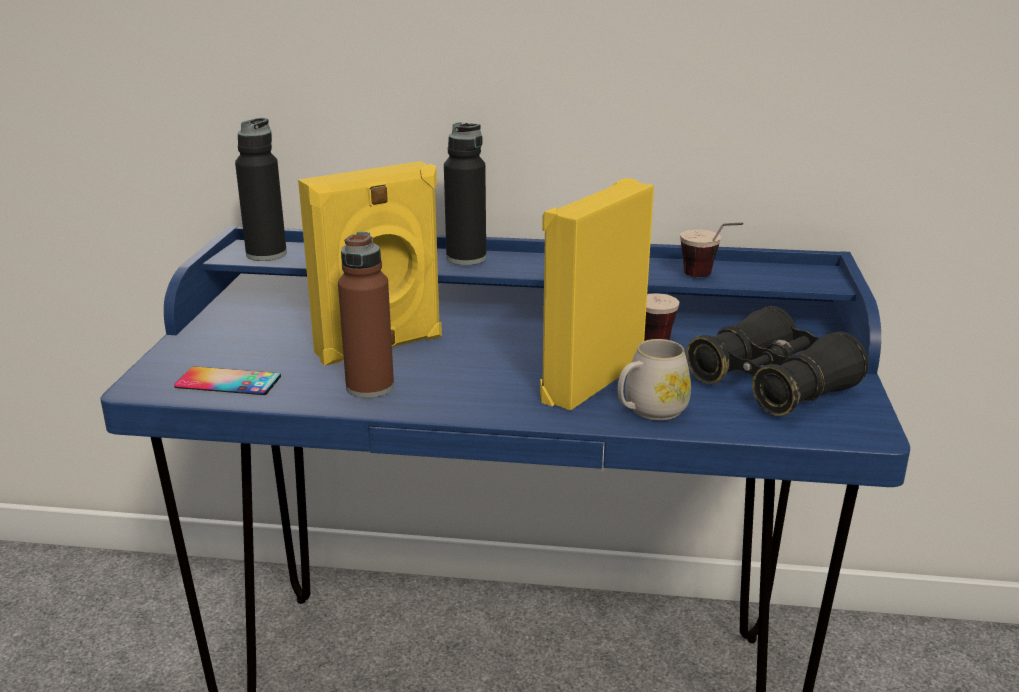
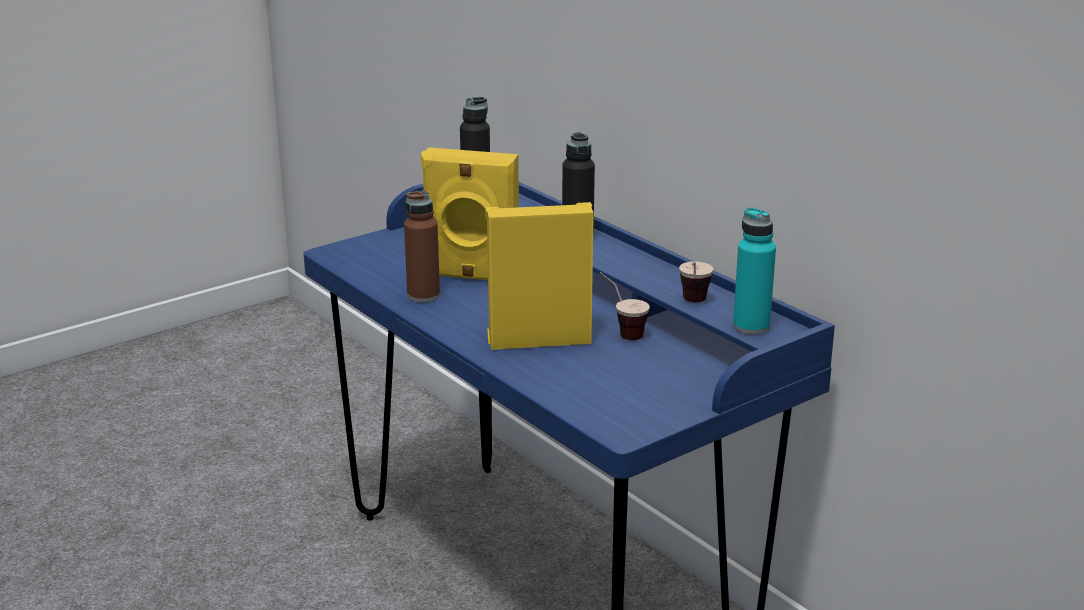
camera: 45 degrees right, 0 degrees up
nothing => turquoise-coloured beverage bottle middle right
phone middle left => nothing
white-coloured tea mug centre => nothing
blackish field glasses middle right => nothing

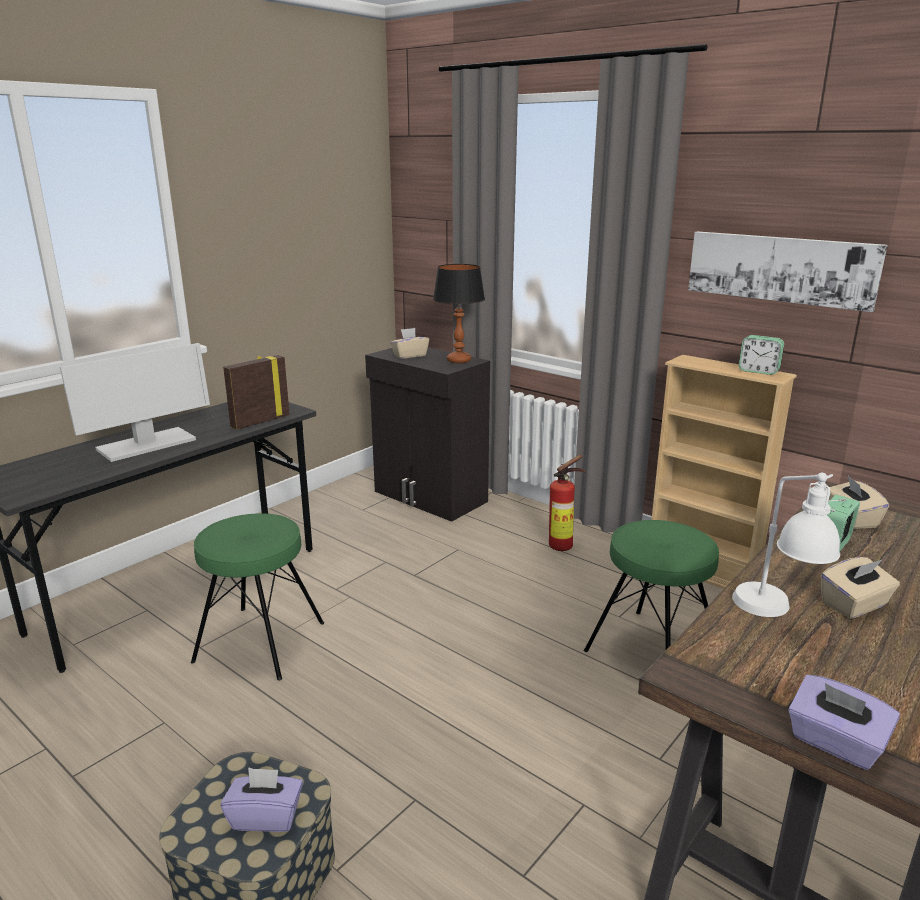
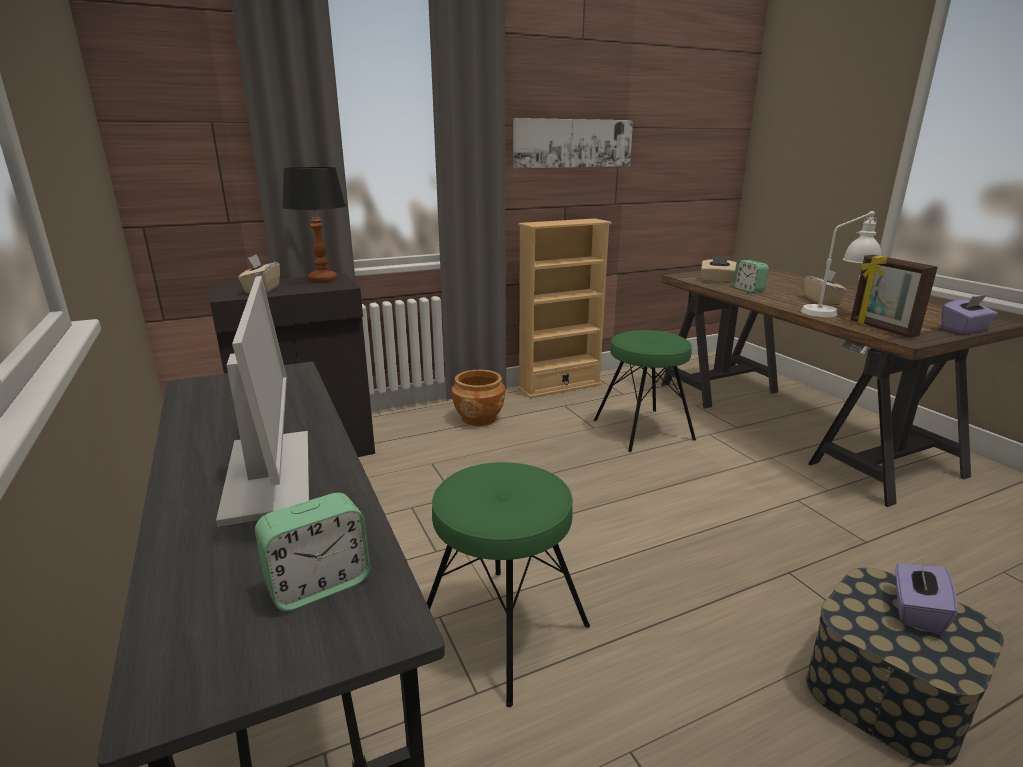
camera: 65 degrees left, 0 degrees up
bedside clock (no. 1 from left) middle right => bedside clock (no. 1 from left) bottom left, relocated
extinguisher centre => brown-coloured planter centre
picture frame middle left => picture frame middle right, relocated

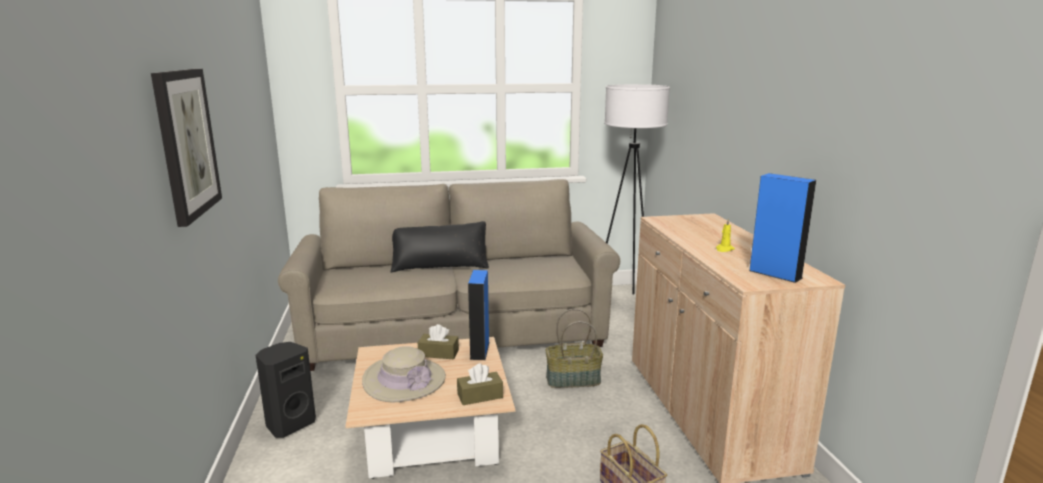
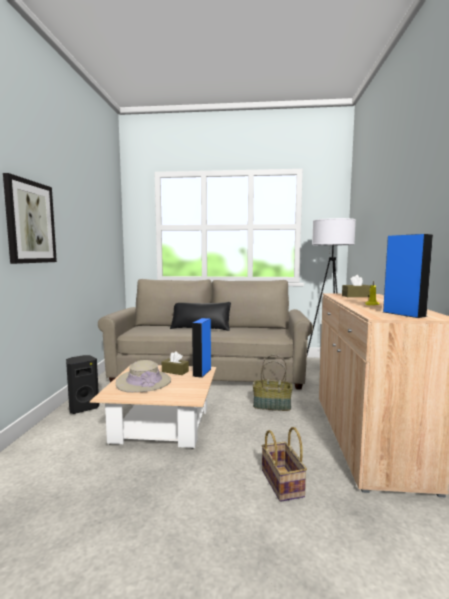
camera: 15 degrees right, 10 degrees down
brown-coloured tissue box (no. 2 from left) bottom centre => brown-coloured tissue box (no. 2 from left) middle right, relocated

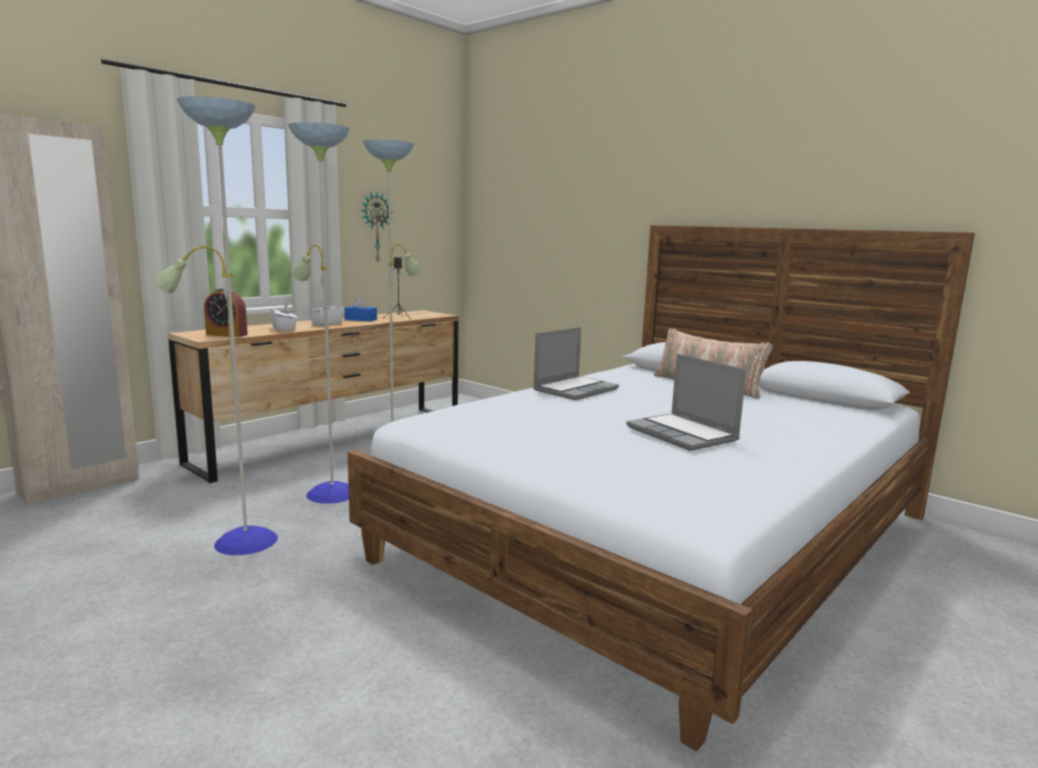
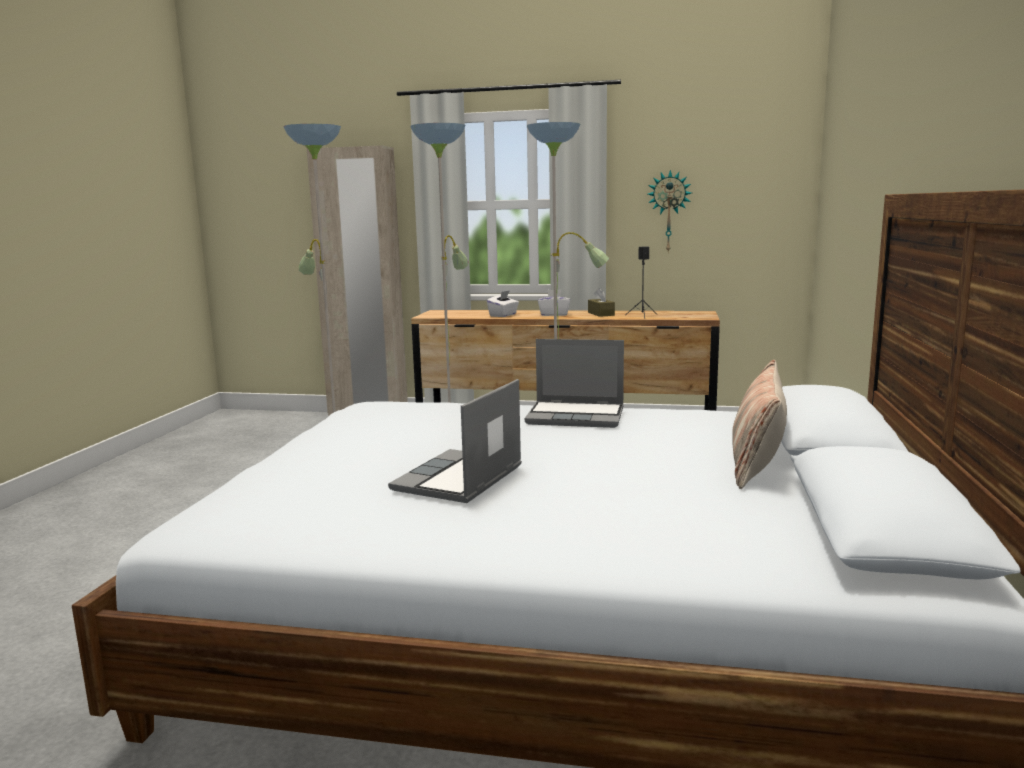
camera: 60 degrees right, 0 degrees up
blue-coloured tissue box centre => brown-coloured tissue box centre
bedside clock middle left => nothing

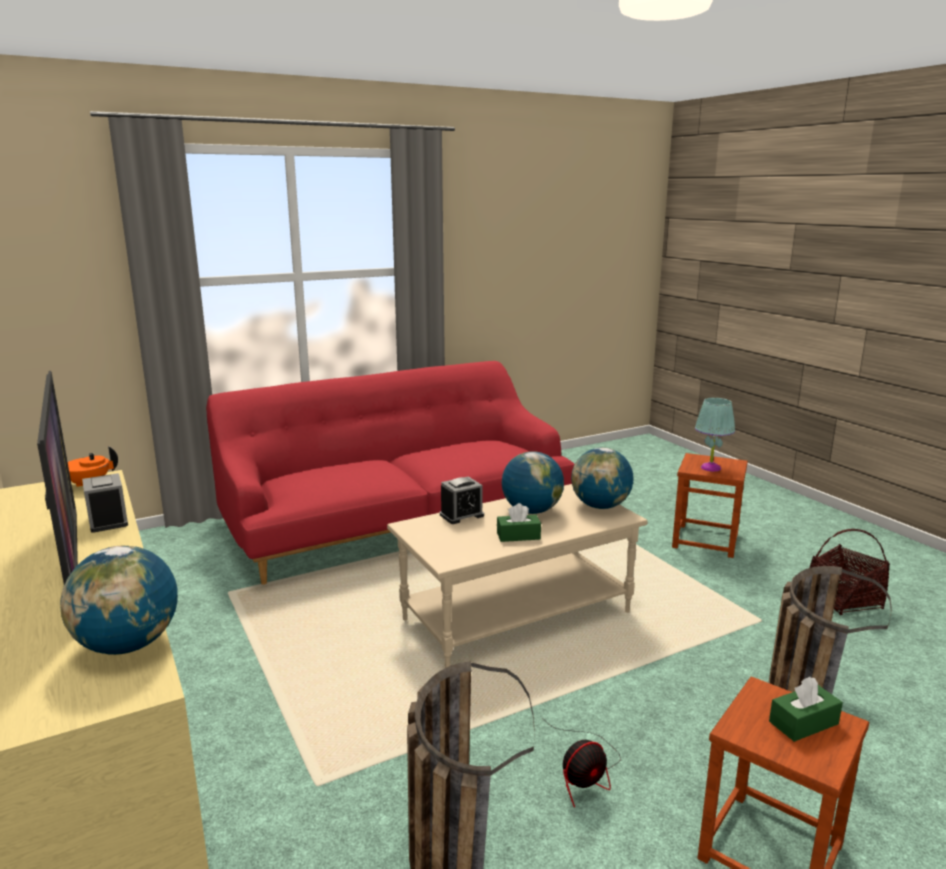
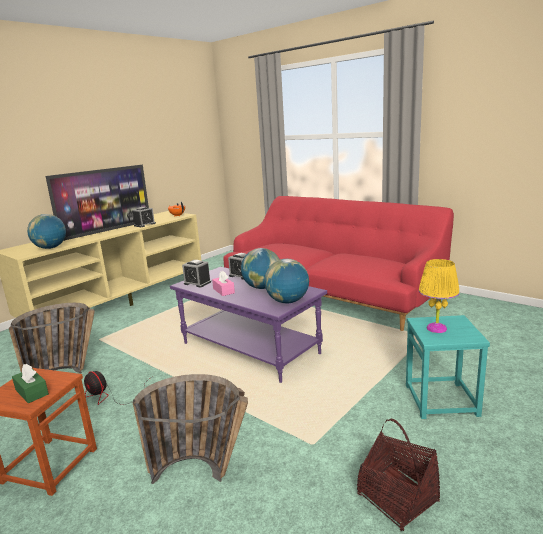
camera: 70 degrees right, 0 degrees up
beige-coloured lounge table centre => purple lounge table centre
nothing => bedside clock (no. 2 from left) centre
green-coloured tissue box (no. 1 from left) centre => pink tissue box centre
brown-coloured sitting stool (no. 1 from left) middle right => turquoise-coloured sitting stool bottom right
turquoise-coloured lamp for a table middle right => yellow-coloured lamp for a table middle right

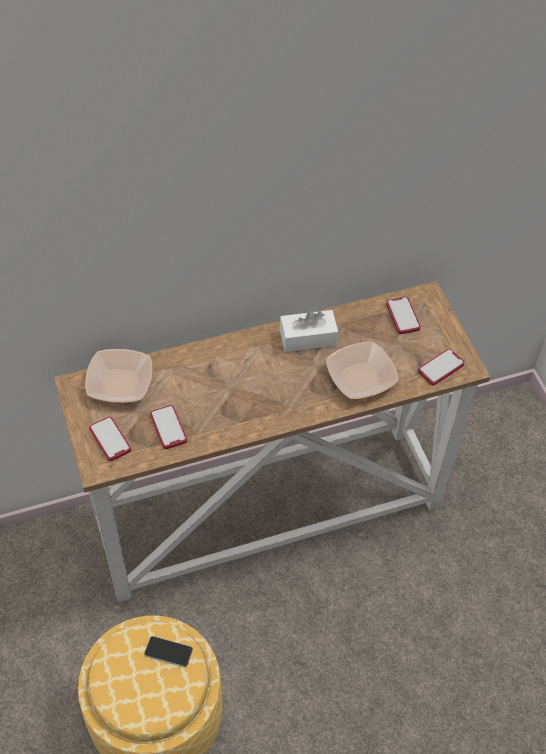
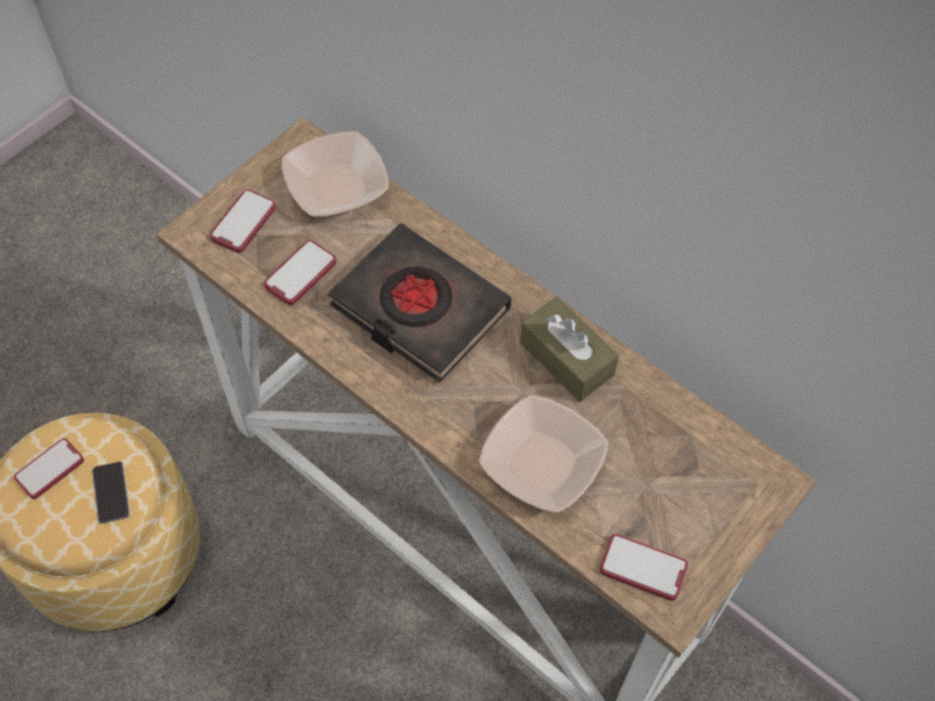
camera: 60 degrees right, 5 degrees up
phone (no. 4 from left in the first image) middle right => phone (no. 1 from left) bottom left, relocated
nothing => blackish book centre
white-coloured tissue box centre => brown-coloured tissue box centre

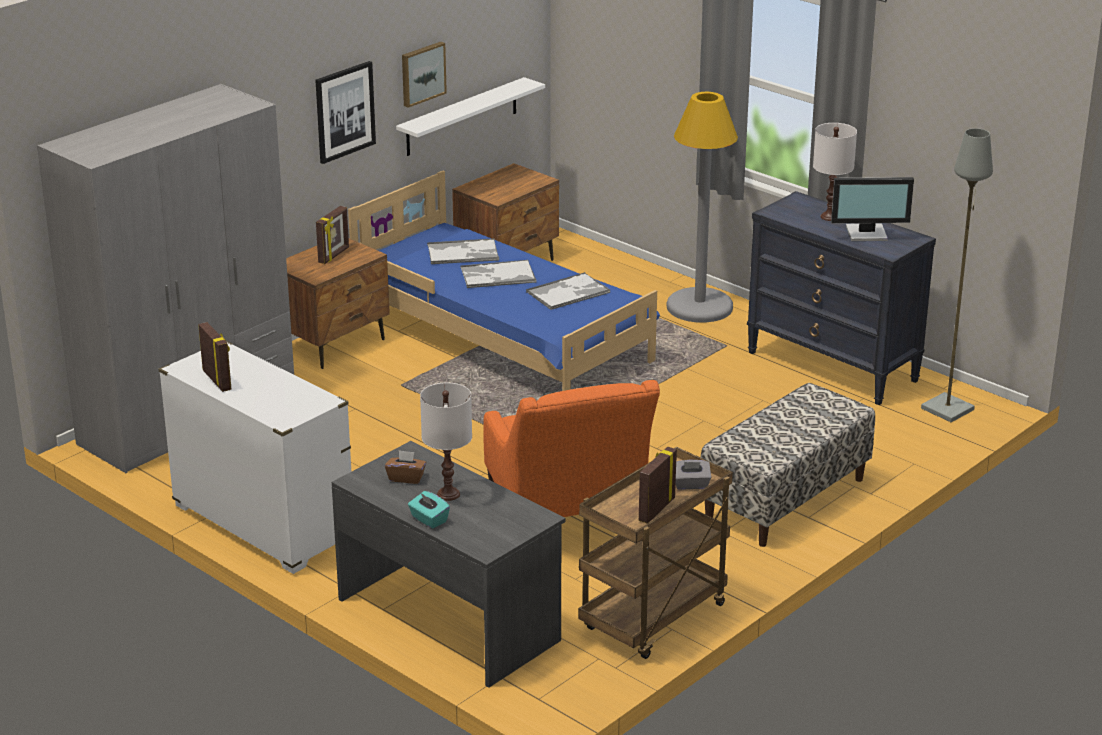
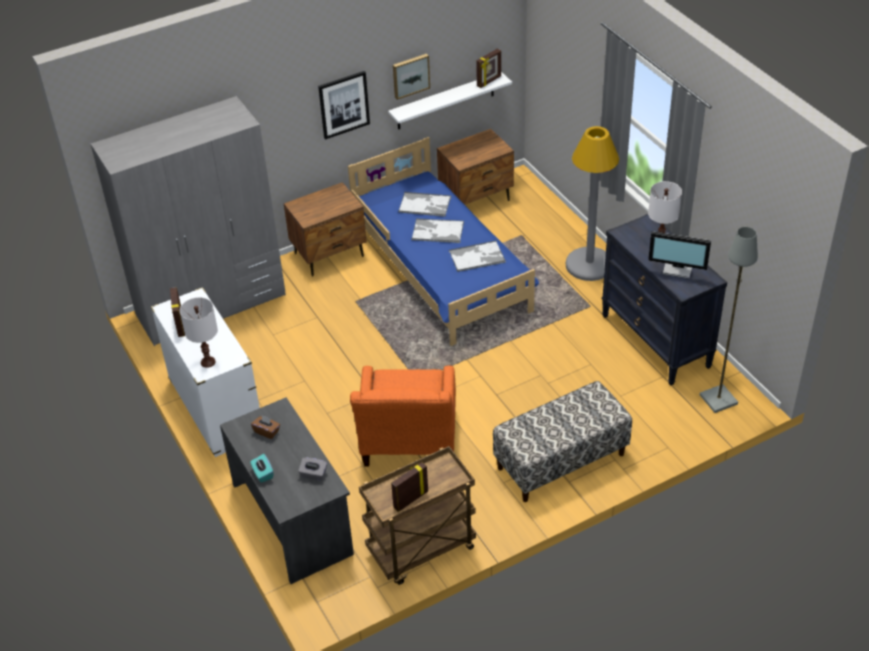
camera: 20 degrees right, 15 degrees up
white-coloured lamp for a table (no. 1 from left) centre => white-coloured lamp for a table (no. 1 from left) middle left, relocated
greyish tissue box centre => greyish tissue box bottom centre, relocated
picture frame (no. 2 from left in the first image) top left => picture frame (no. 3 from left) top centre, relocated

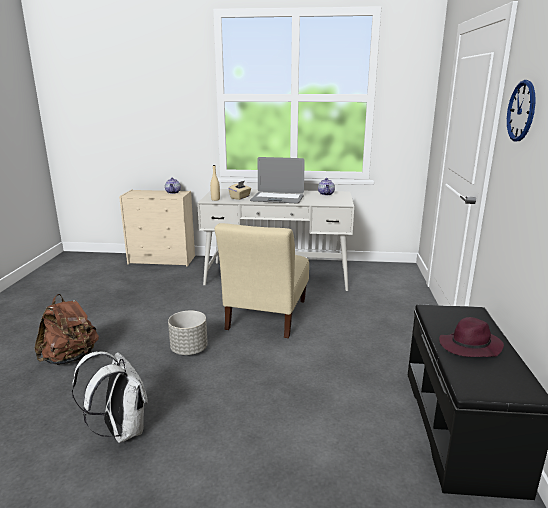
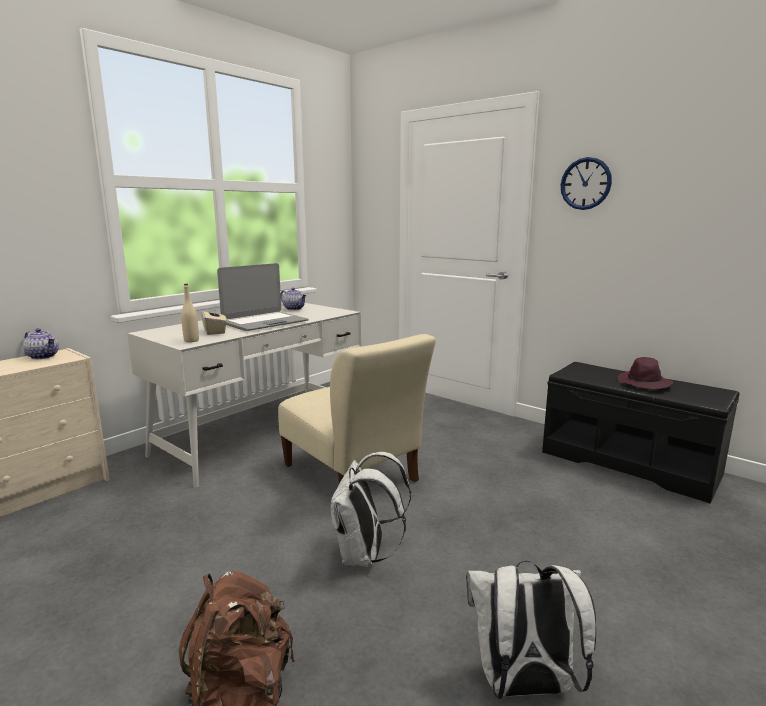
camera: 55 degrees left, 5 degrees down
greyish planter centre => white-coloured knapsack (no. 1 from left) bottom centre

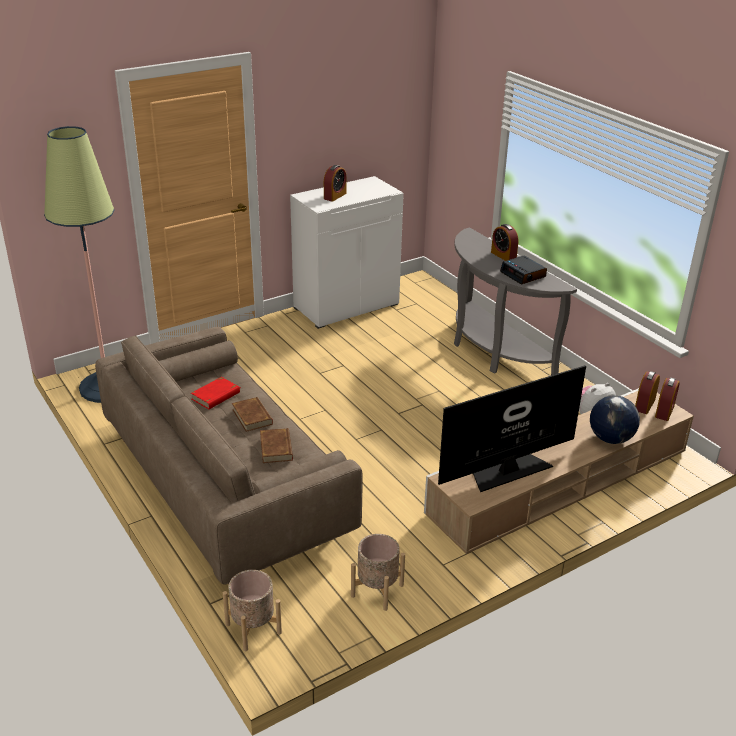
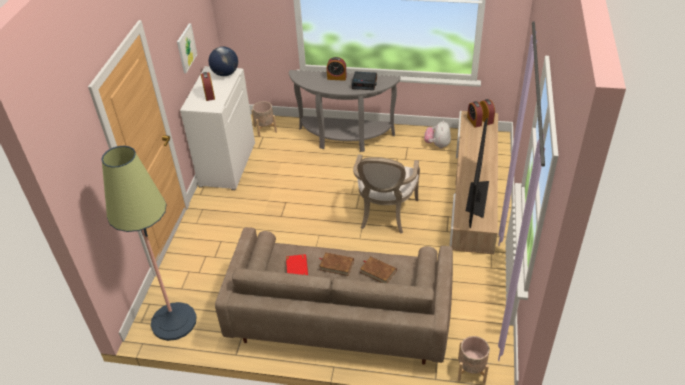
camera: 45 degrees left, 10 degrees up
nothing => picture top left
desk globe middle right => desk globe top left, relocated
beige-coloured planter (no. 2 from left in the first image) bottom centre => beige-coloured planter (no. 1 from left) top centre, relocated
nothing => lounge chair centre

